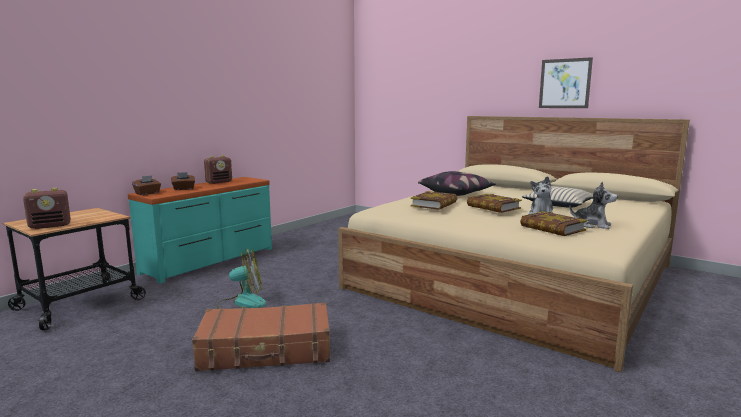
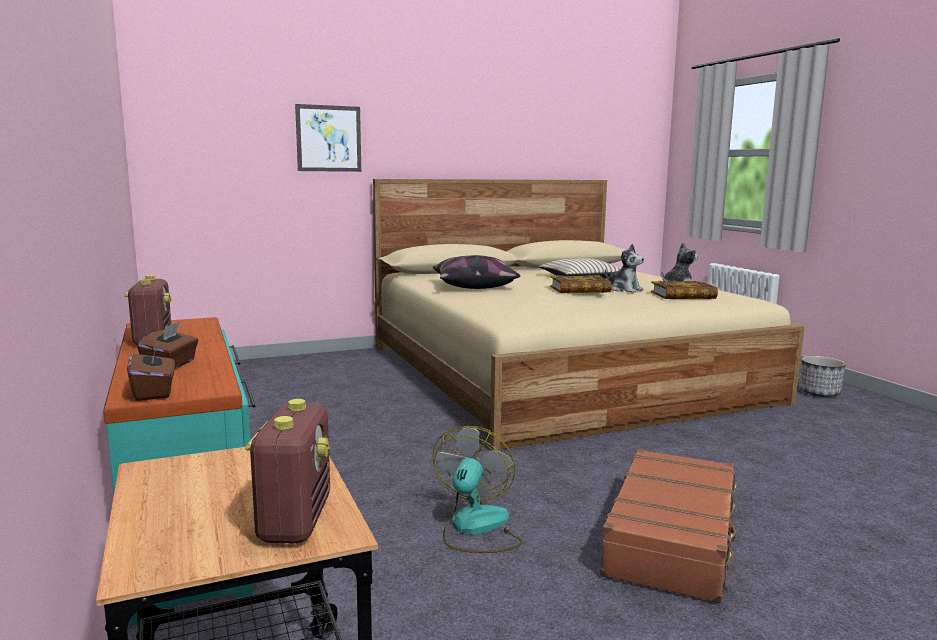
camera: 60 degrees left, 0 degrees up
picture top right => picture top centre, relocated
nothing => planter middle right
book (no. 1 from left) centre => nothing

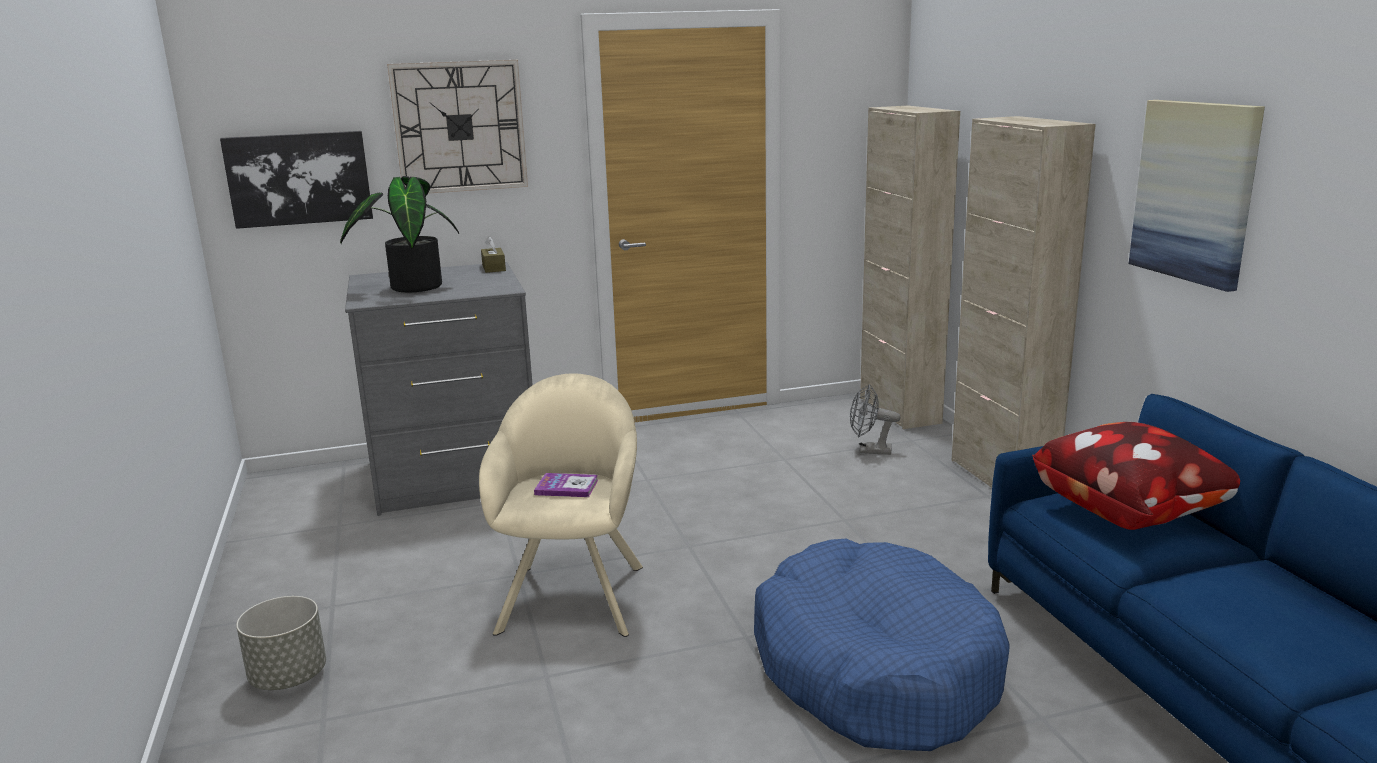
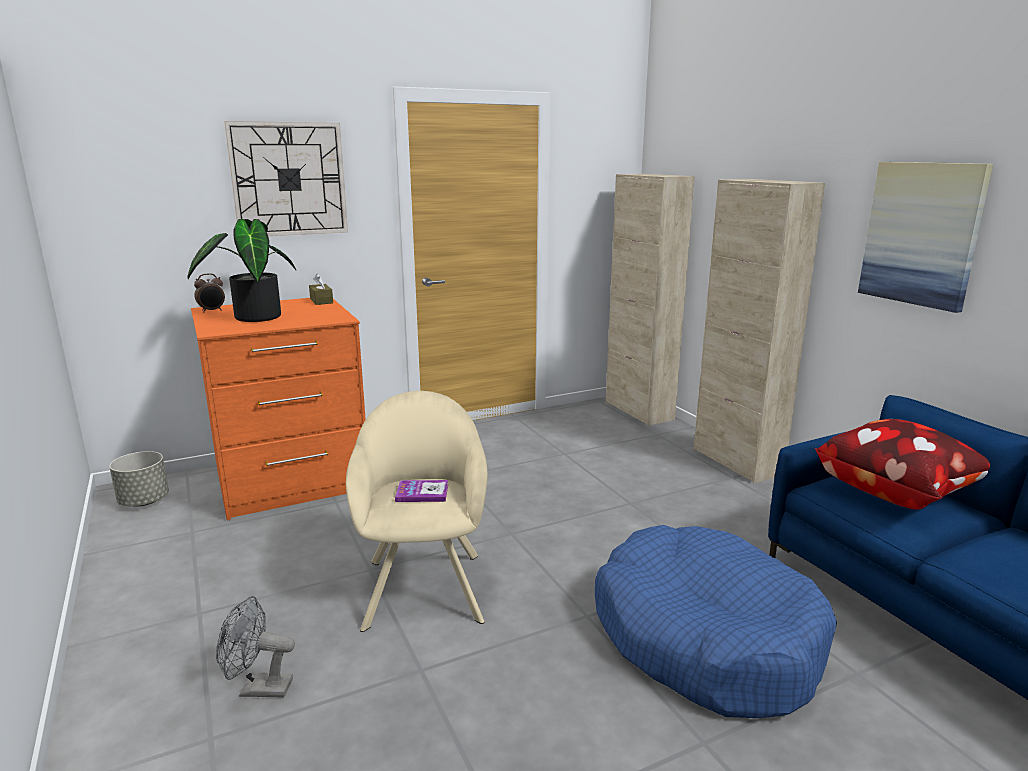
camera: 10 degrees left, 0 degrees up
greyish planter bottom left => greyish planter middle left, relocated
greyish chest of drawers middle left => orange chest of drawers middle left
nothing => bedside clock middle left
greyish electric fan centre => greyish electric fan bottom left, relocated
picture (no. 1 from left) top left => nothing

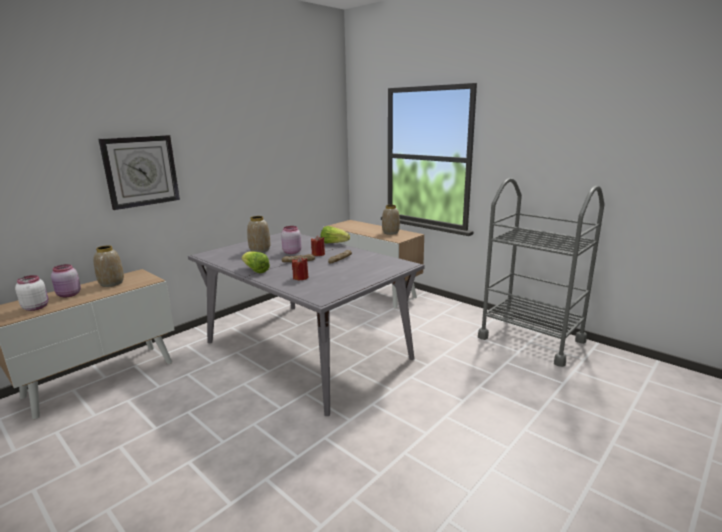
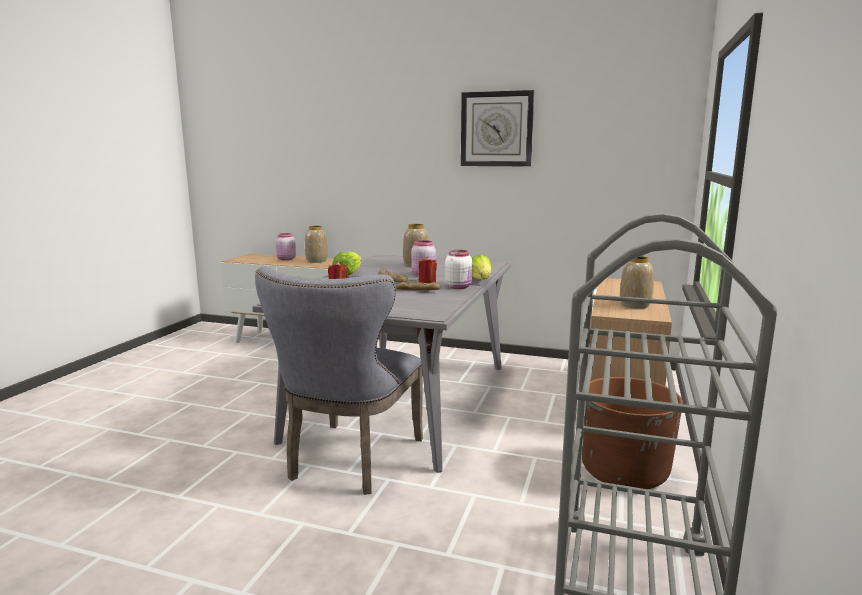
camera: 65 degrees right, 5 degrees down
nothing => greyish plain chair centre
white-coloured storage jar middle left => white-coloured storage jar centre, relocated
clock on the wall top left => clock on the wall top centre, relocated
nothing => brown-coloured planter bottom right

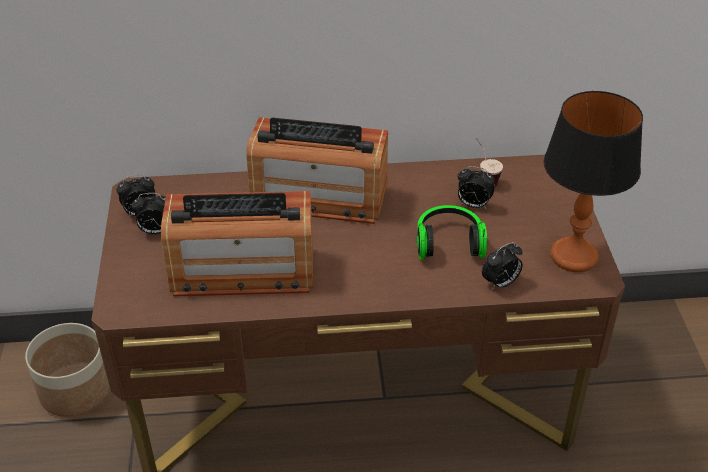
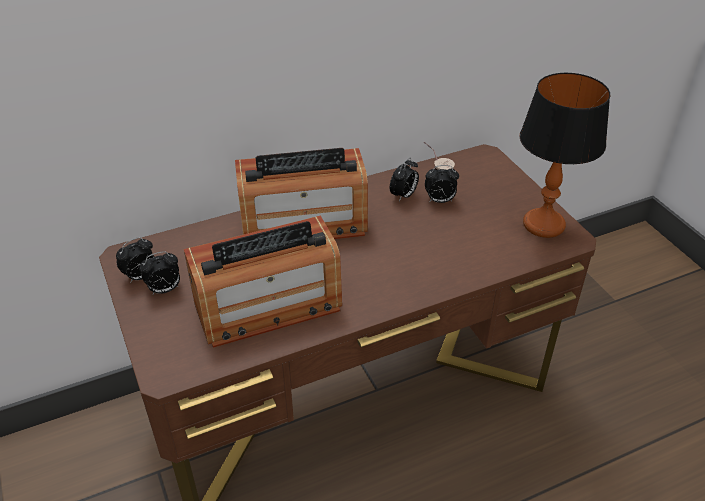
camera: 20 degrees left, 0 degrees up
bedside clock (no. 4 from left in the first image) middle right => bedside clock (no. 3 from left) centre, relocated
planter bottom left => nothing
pair of headphones centre => nothing

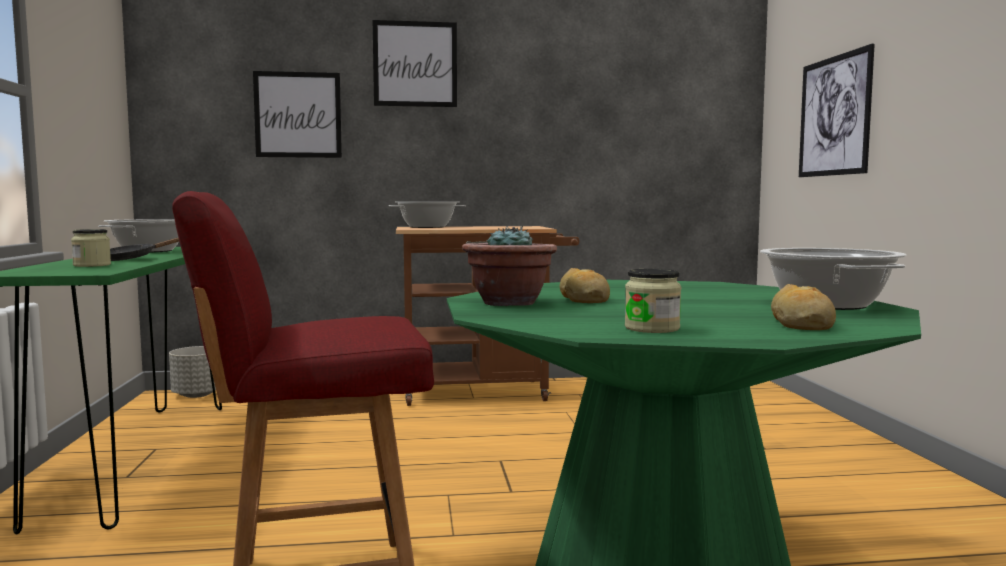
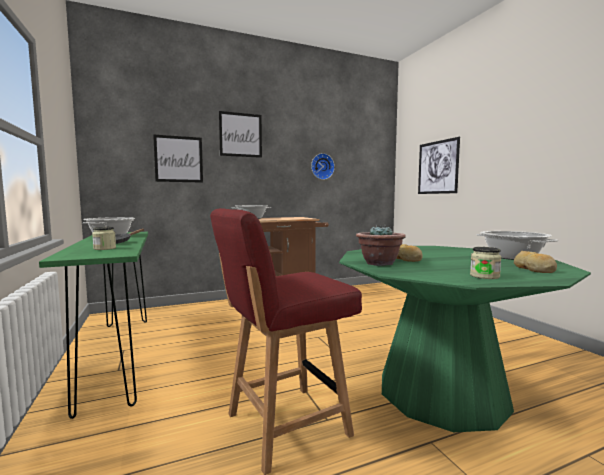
camera: 15 degrees left, 0 degrees up
nothing => clock on the wall centre
greyish planter middle left => nothing

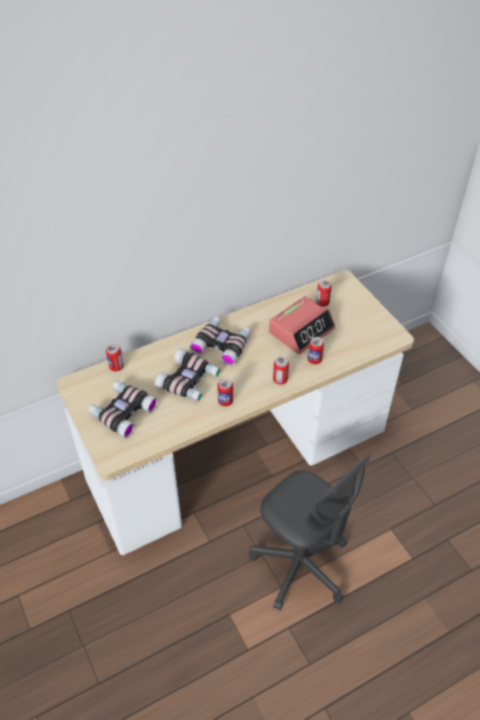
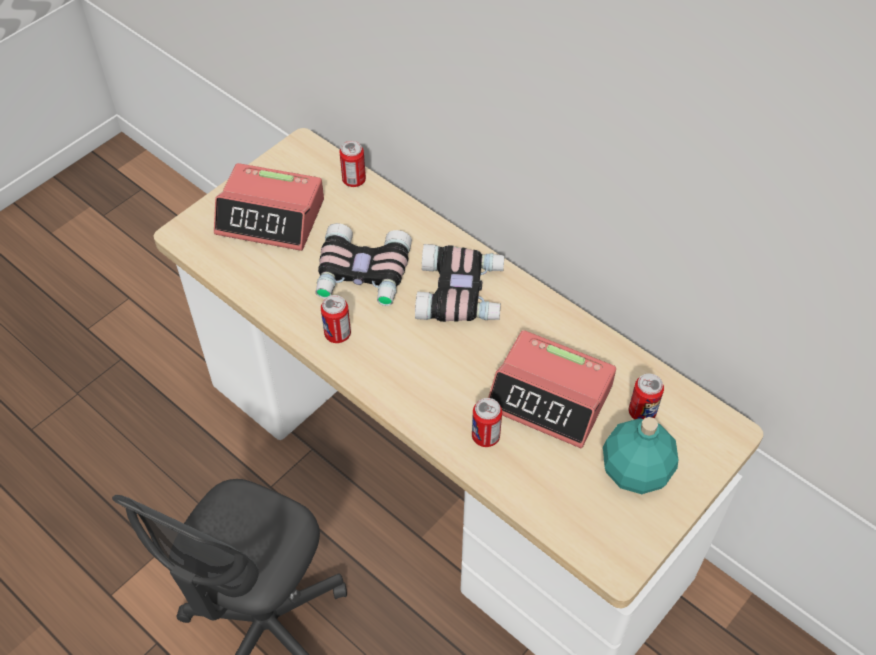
camera: 70 degrees right, 5 degrees up
field glasses (no. 1 from left) middle left => bedside clock (no. 1 from left) top left
nothing => turquoise-coloured beverage bottle bottom right
sealed can (no. 3 from left) centre => nothing

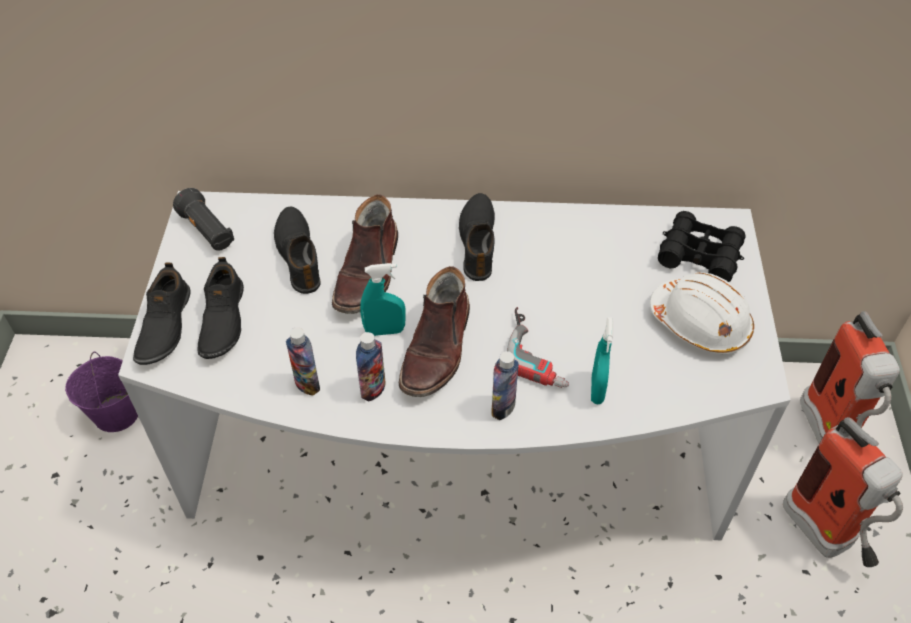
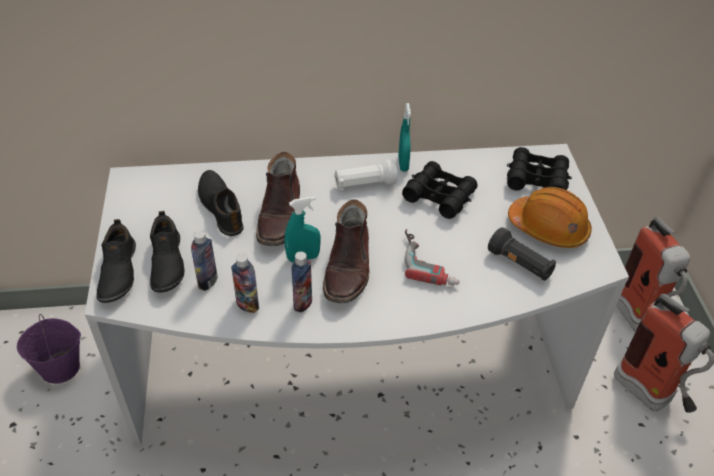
camera: 10 degrees left, 5 degrees down
beverage bottle (no. 3 from left in the first image) centre => beverage bottle (no. 1 from left) middle left, relocated
blackish low shoe (no. 4 from left) centre => white-coloured flashlight centre
turquoise-coloured spray bottle (no. 2 from left) centre => turquoise-coloured spray bottle (no. 2 from left) top centre, relocated
nothing => blackish field glasses (no. 1 from left) centre
blackish flashlight middle left => blackish flashlight middle right, relocated
white-coloured work helmet middle right => orange work helmet middle right

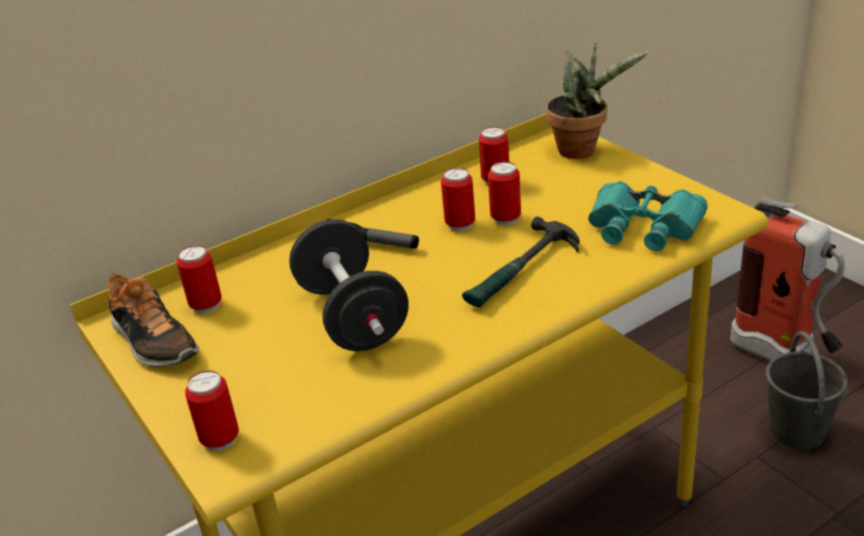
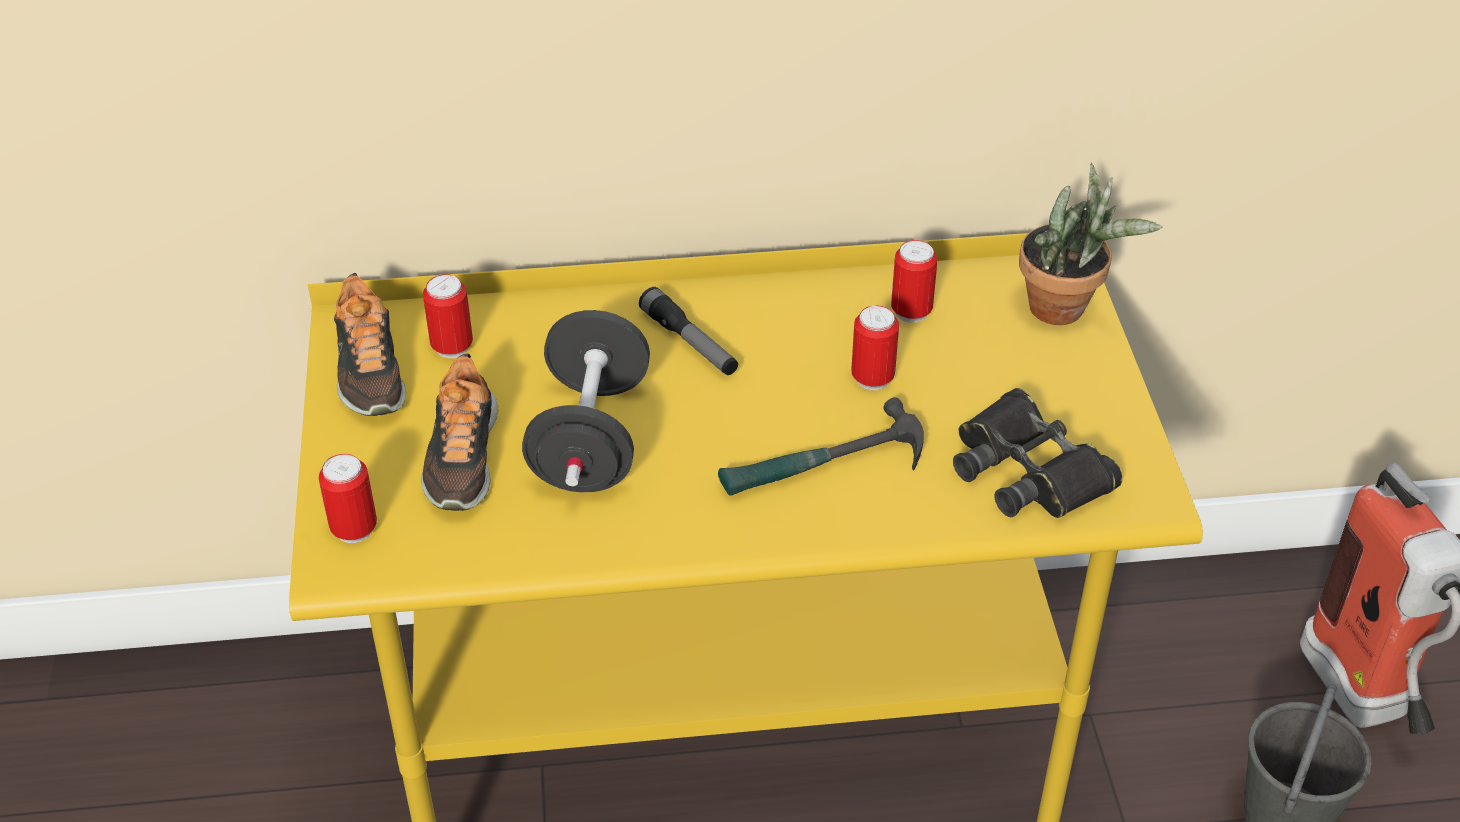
camera: 25 degrees right, 10 degrees up
nothing => low shoe (no. 2 from left) middle left
turquoise-coloured field glasses middle right => blackish field glasses middle right
sealed can (no. 3 from left) centre => nothing

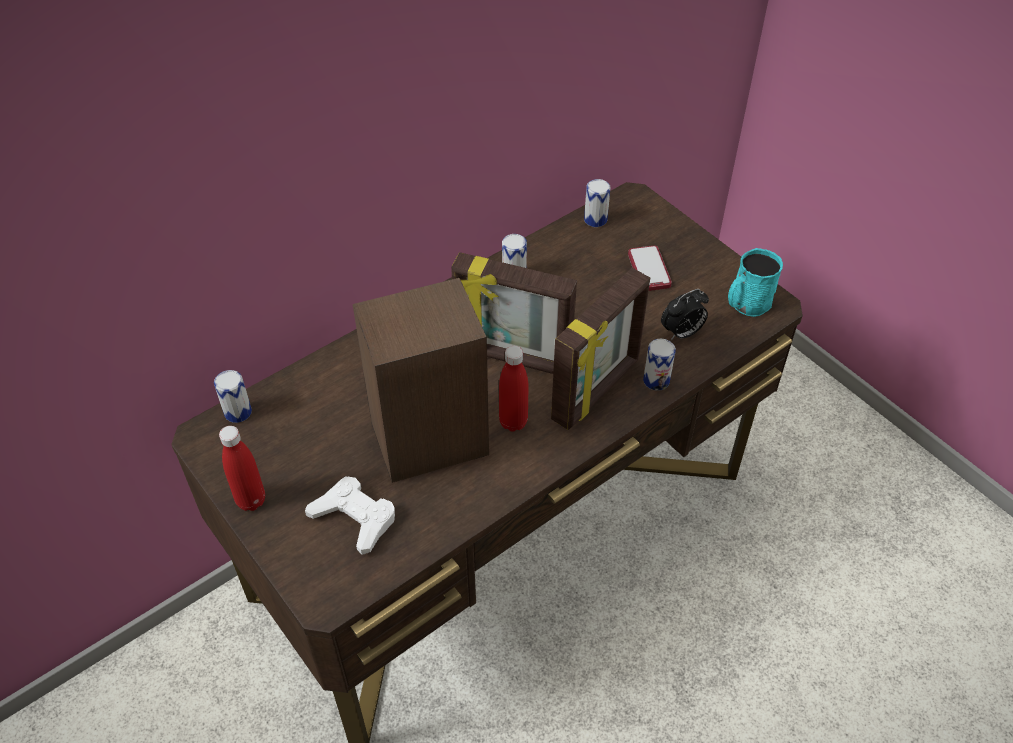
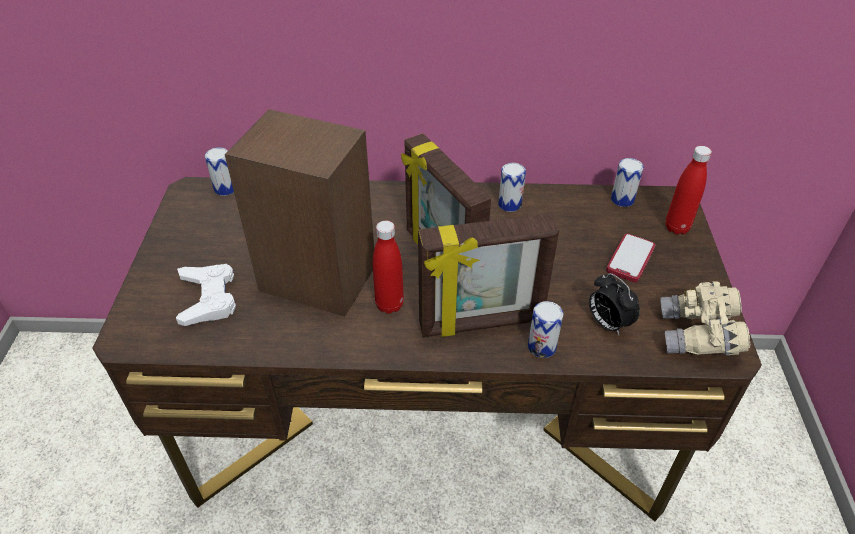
camera: 40 degrees right, 5 degrees down
bedside clock middle right, 45 degrees clockwise
turquoise-coloured tea mug middle right => beige-coloured field glasses middle right
red-coloured beverage bottle (no. 1 from left in the first image) middle left => red-coloured beverage bottle (no. 2 from left) middle right, relocated

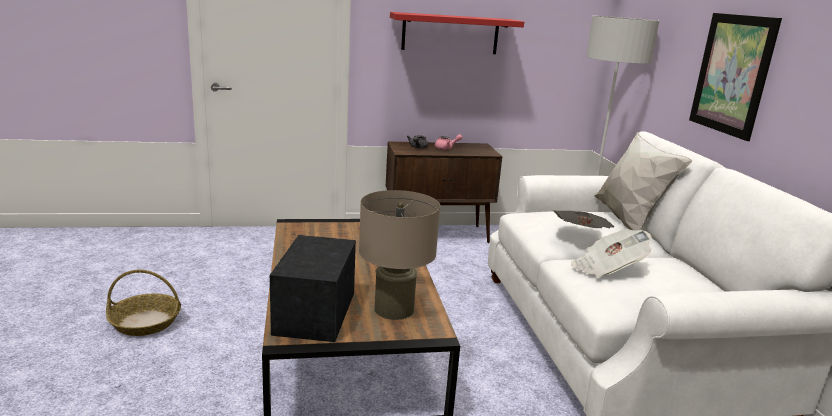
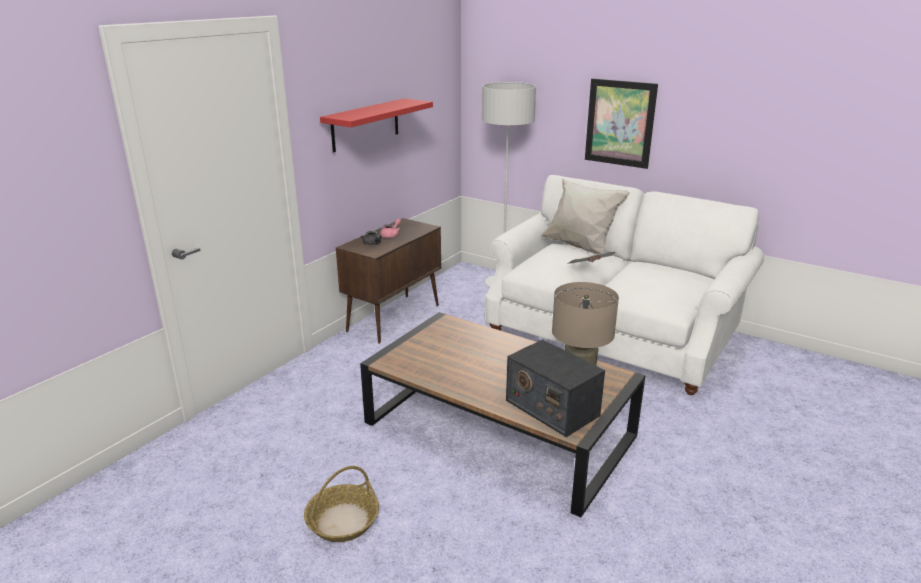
camera: 45 degrees left, 5 degrees up
printed paper (no. 2 from left) middle right => nothing

